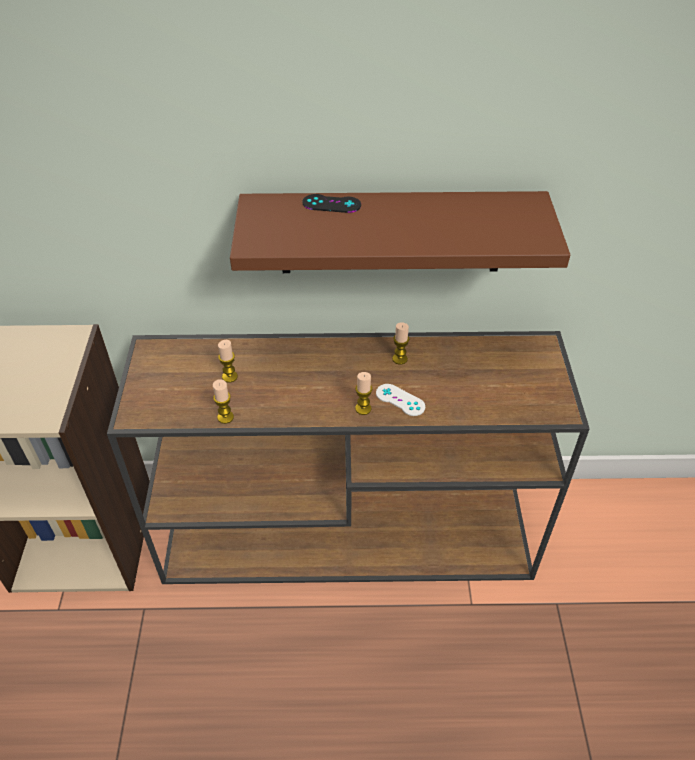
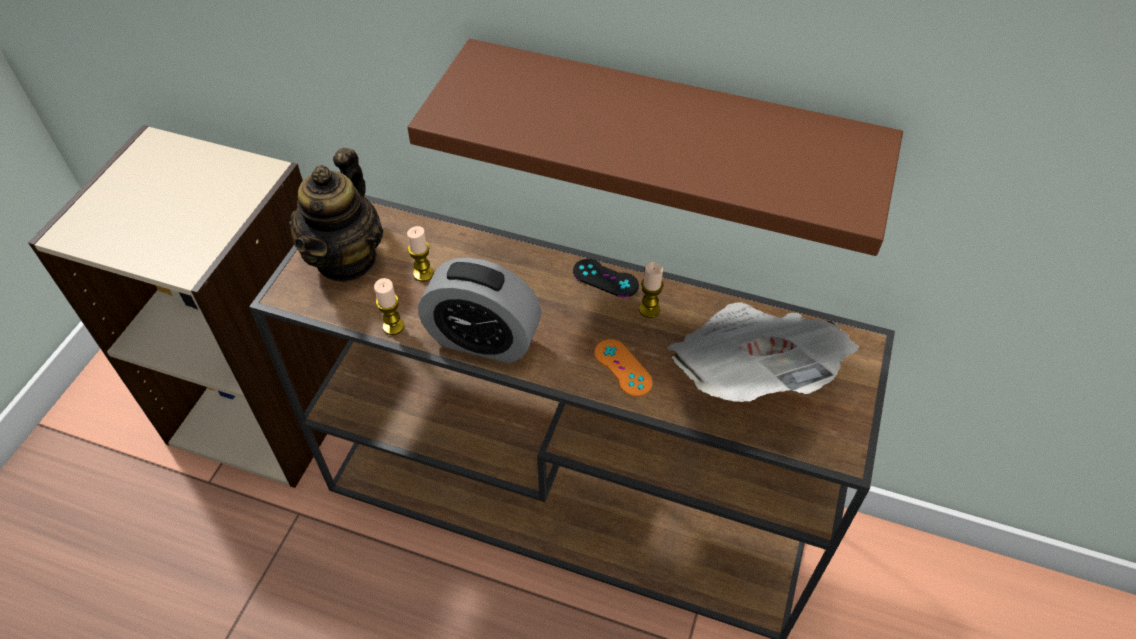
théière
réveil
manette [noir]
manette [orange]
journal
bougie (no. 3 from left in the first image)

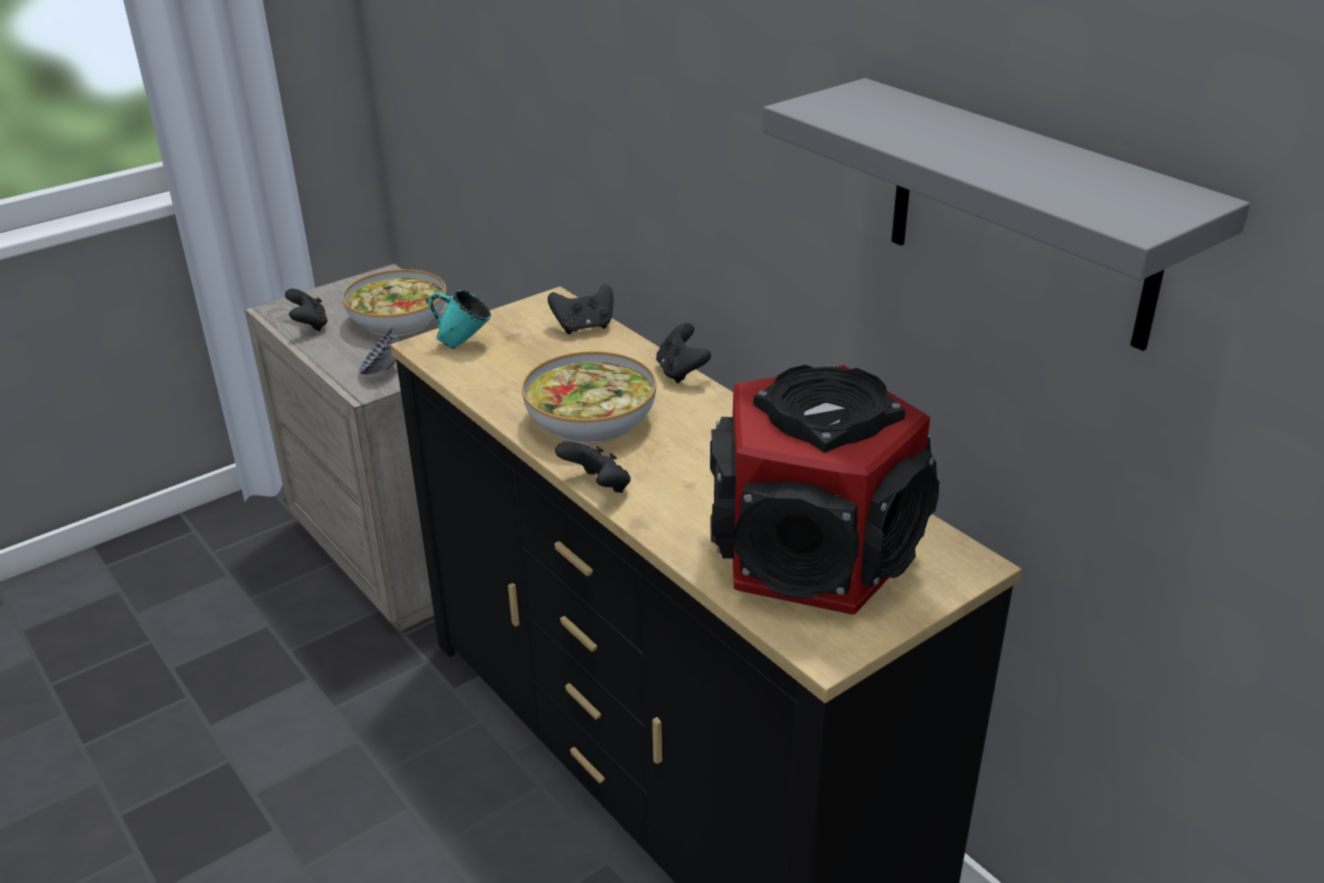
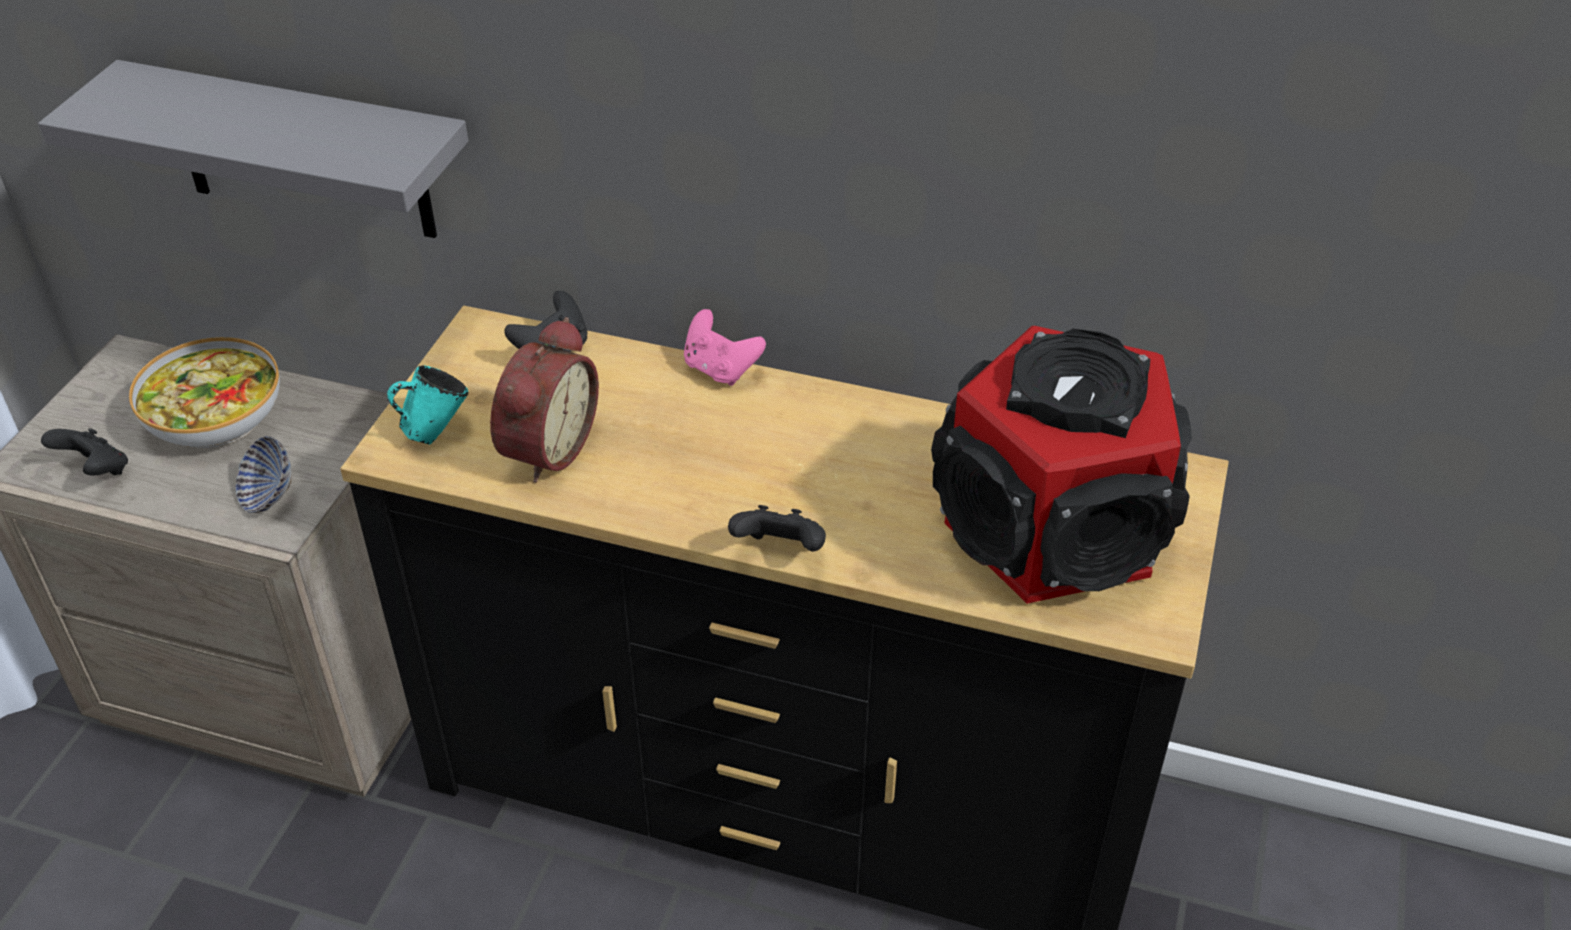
étagère [gris]
réveil
manette [rose]
bol (no. 3 from left in the first image)

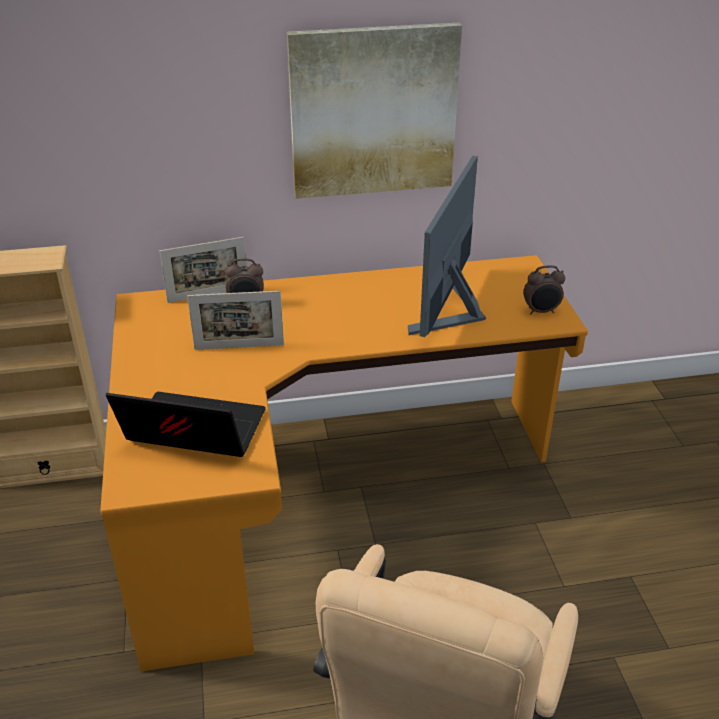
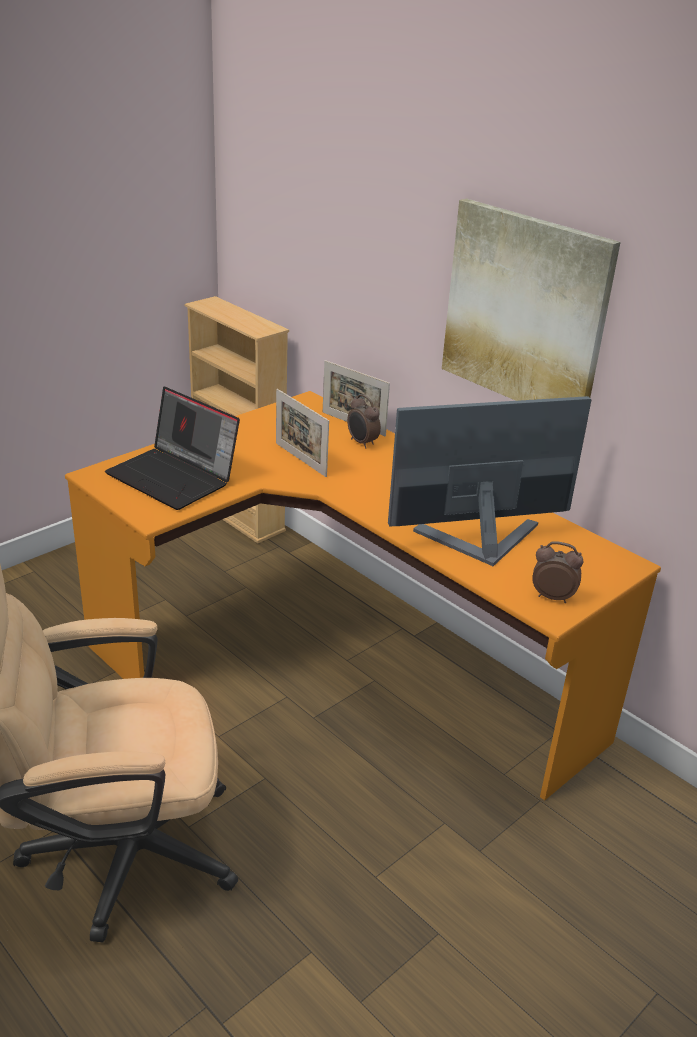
ordinateur portable
réveil (no. 2 from left)

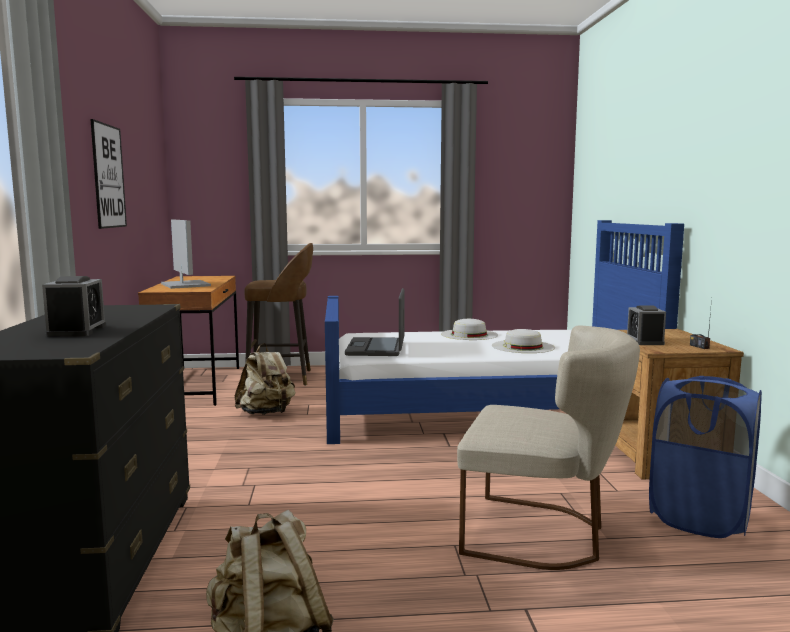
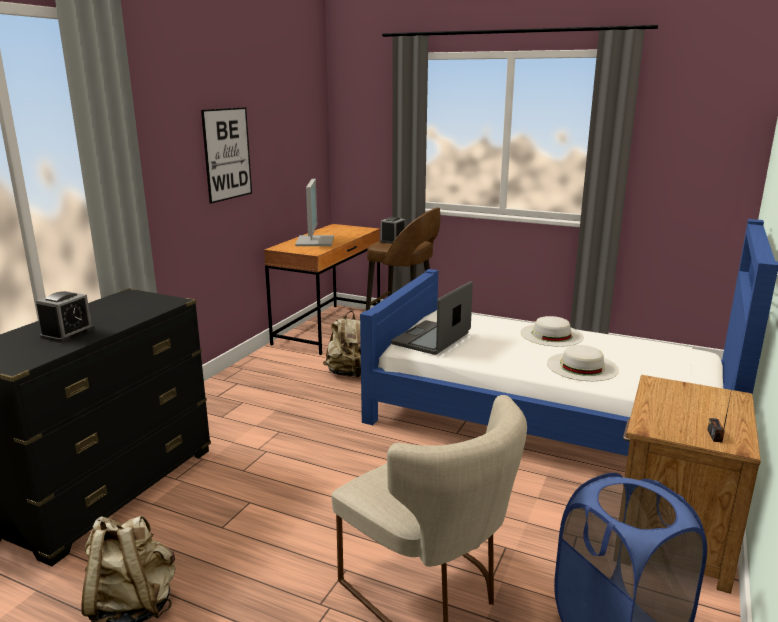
réveil (no. 2 from left)

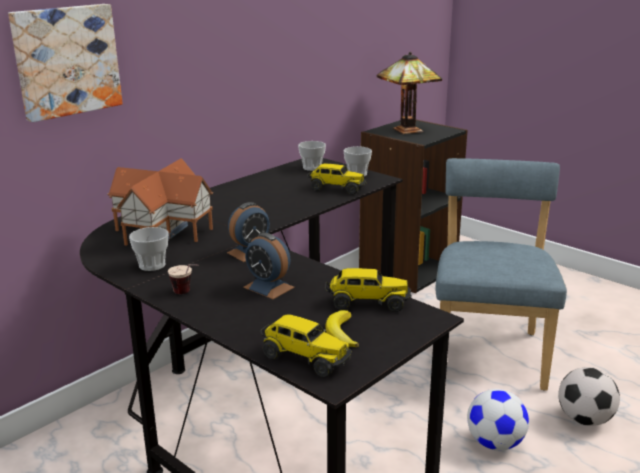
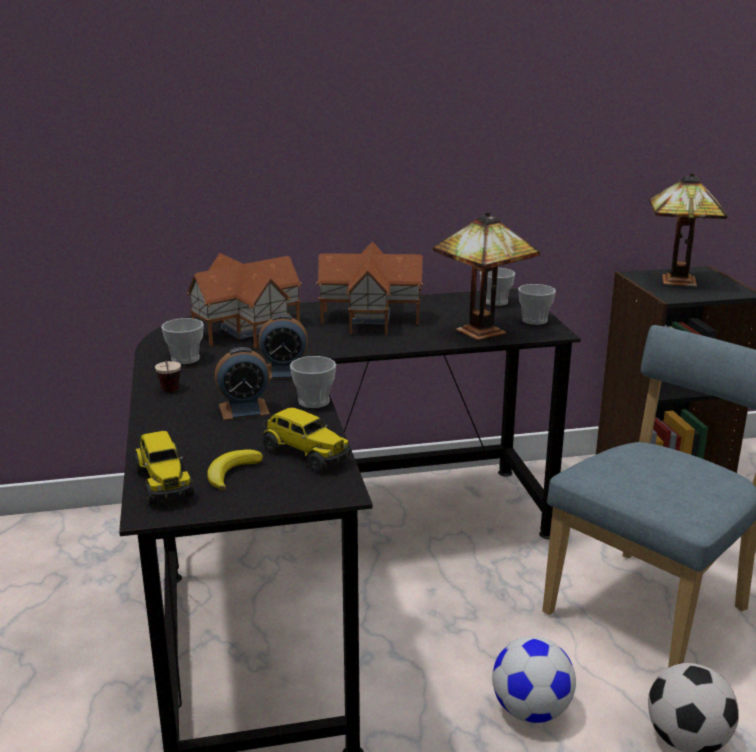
réveil (no. 1 from left)
tasse (no. 3 from left)
maison miniature (no. 2 from left)
lampe de table (no. 1 from left)
tableau

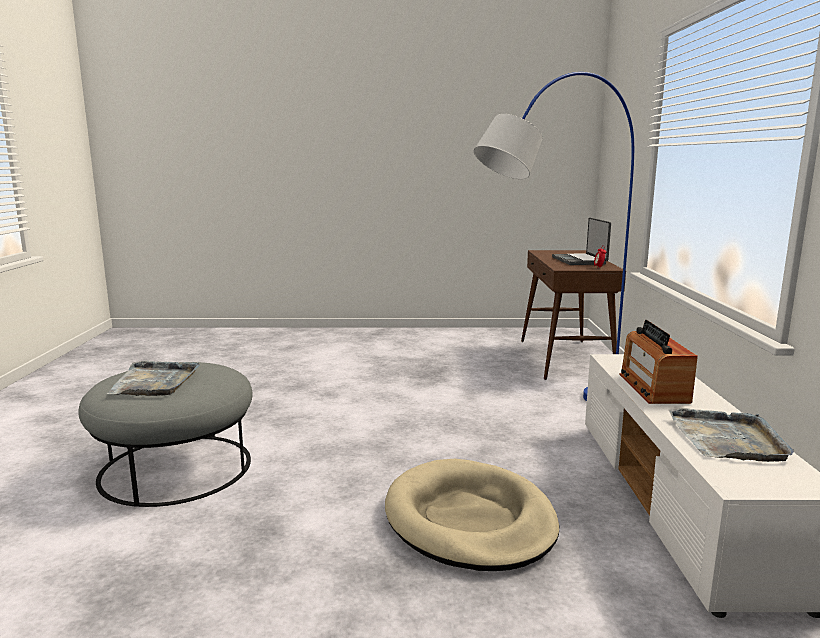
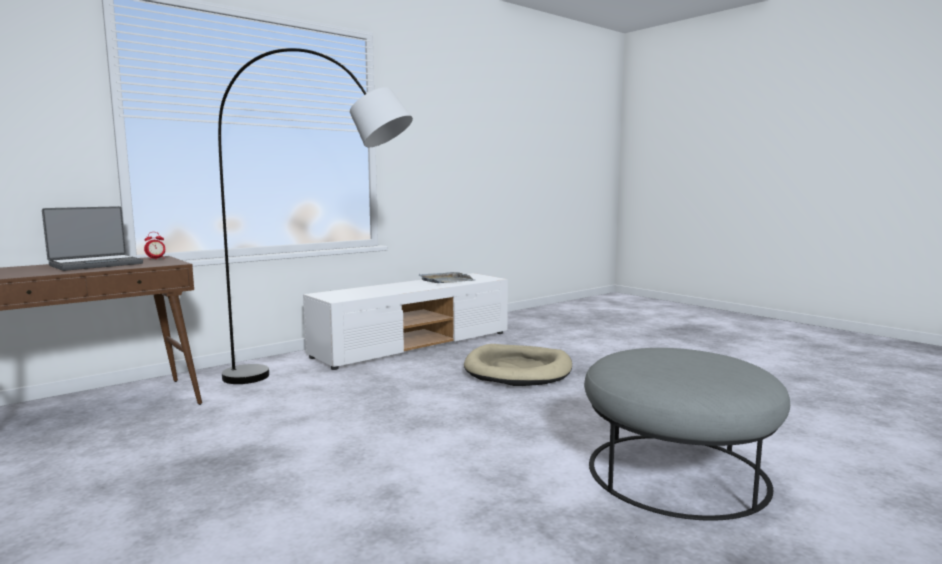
lampadaire [gris]
plateau [gris] (no. 1 from left in the first image)
radio

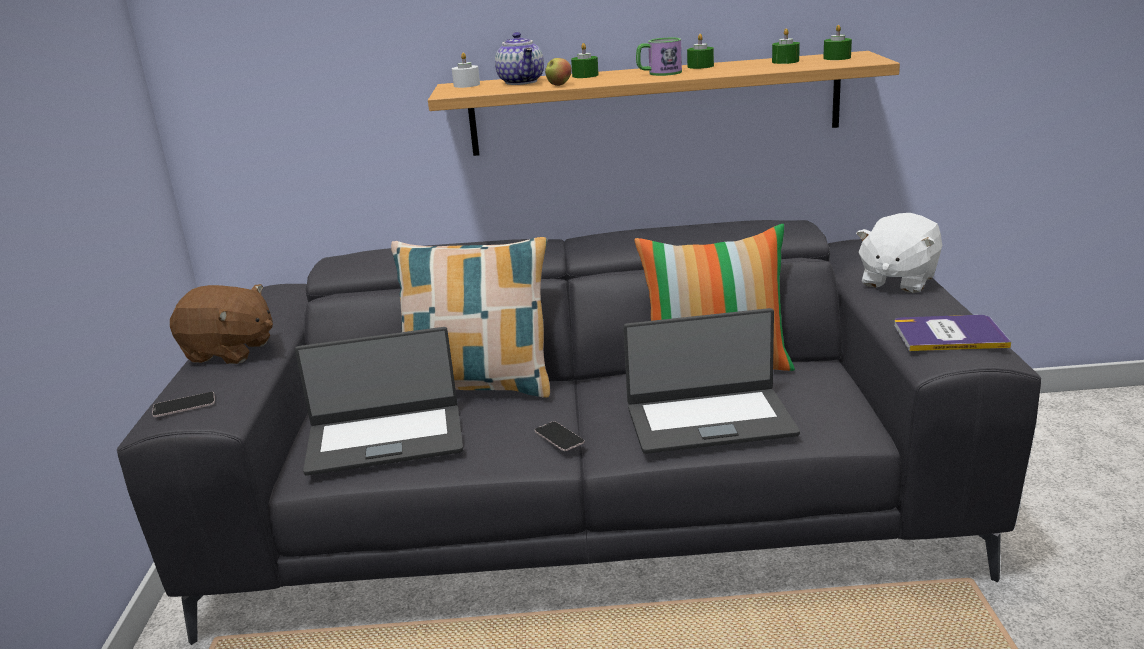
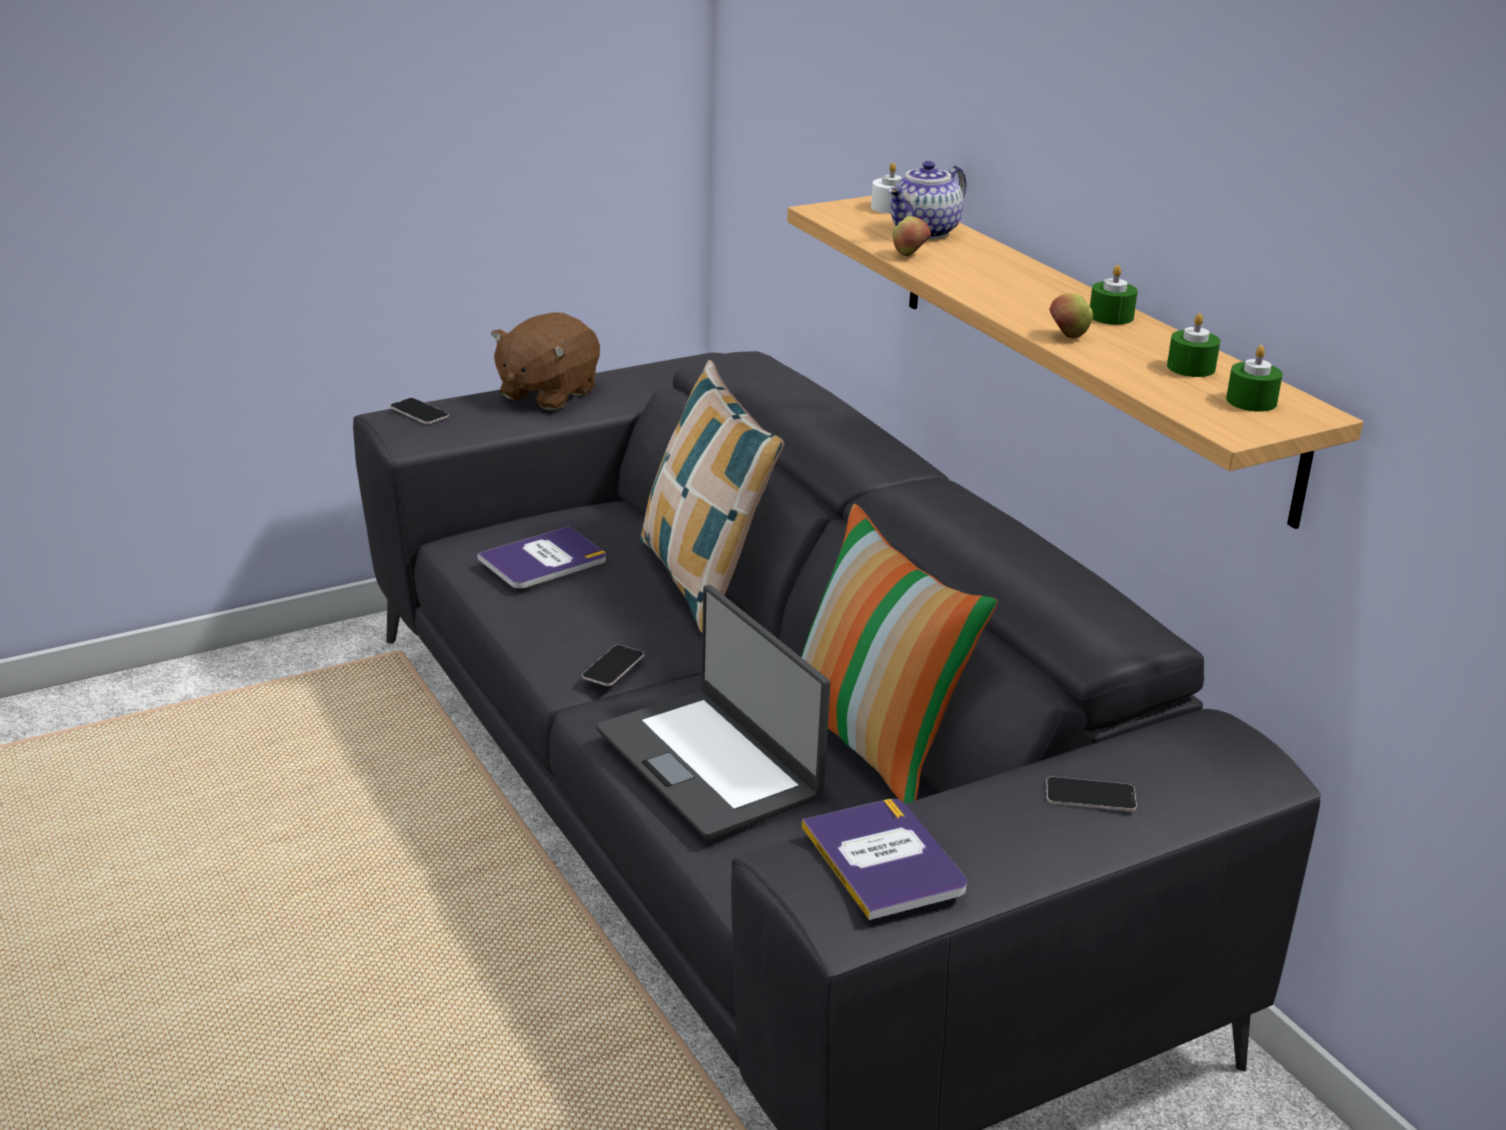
livre (no. 1 from left)
peluche [marron]
téléphone (no. 3 from left)
pomme (no. 2 from left)
bougie [vert] (no. 1 from left in the first image)
mug

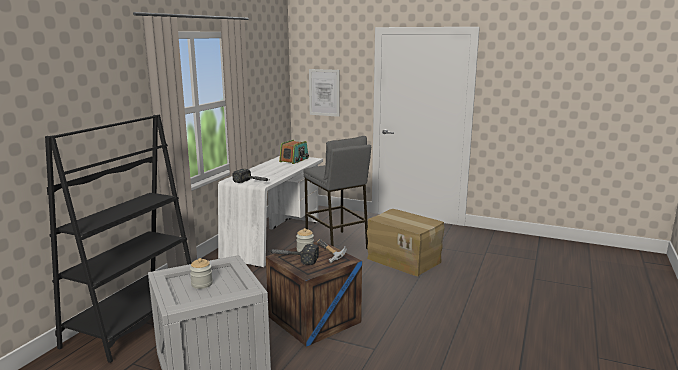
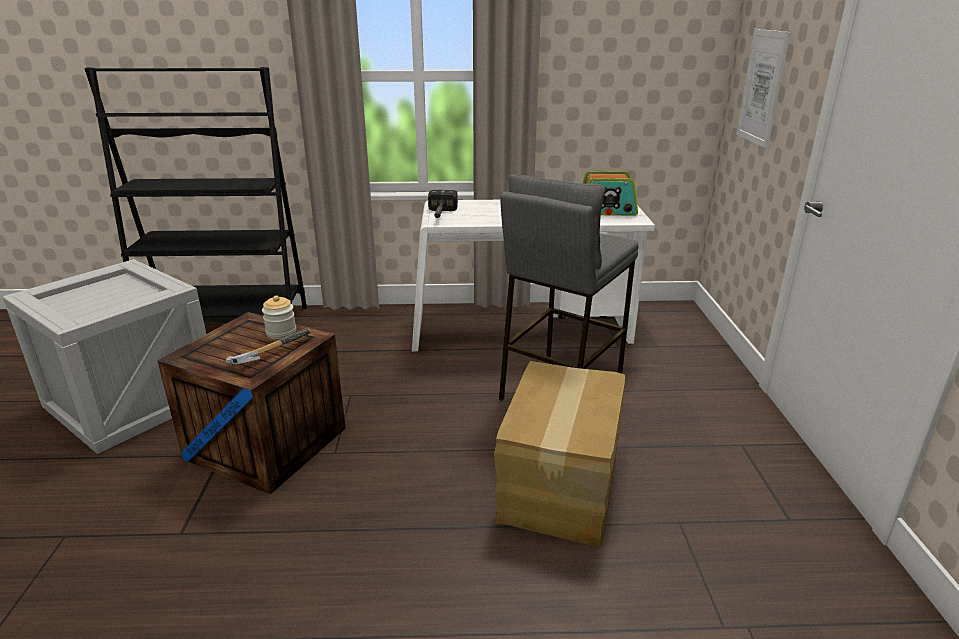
bocal (no. 1 from left in the first image)
marteau (no. 2 from left in the first image)

